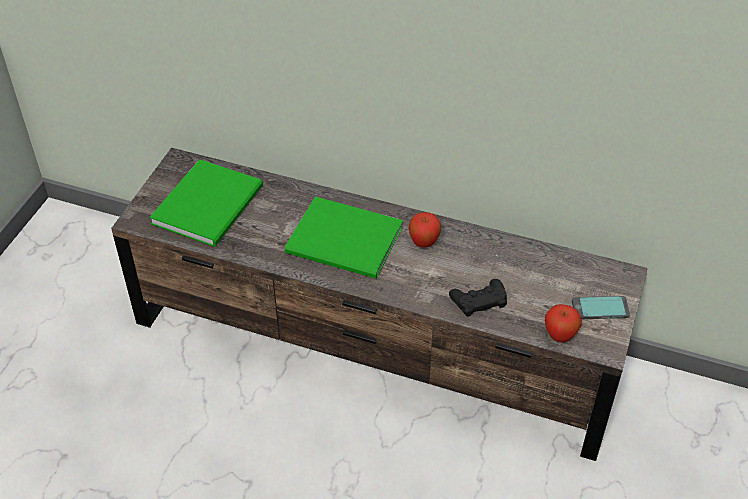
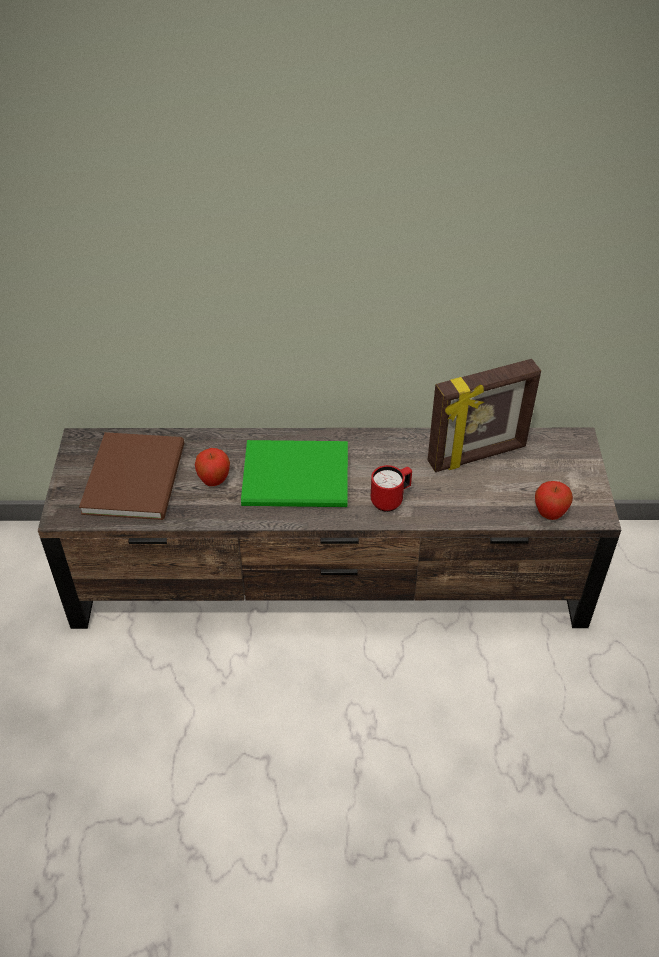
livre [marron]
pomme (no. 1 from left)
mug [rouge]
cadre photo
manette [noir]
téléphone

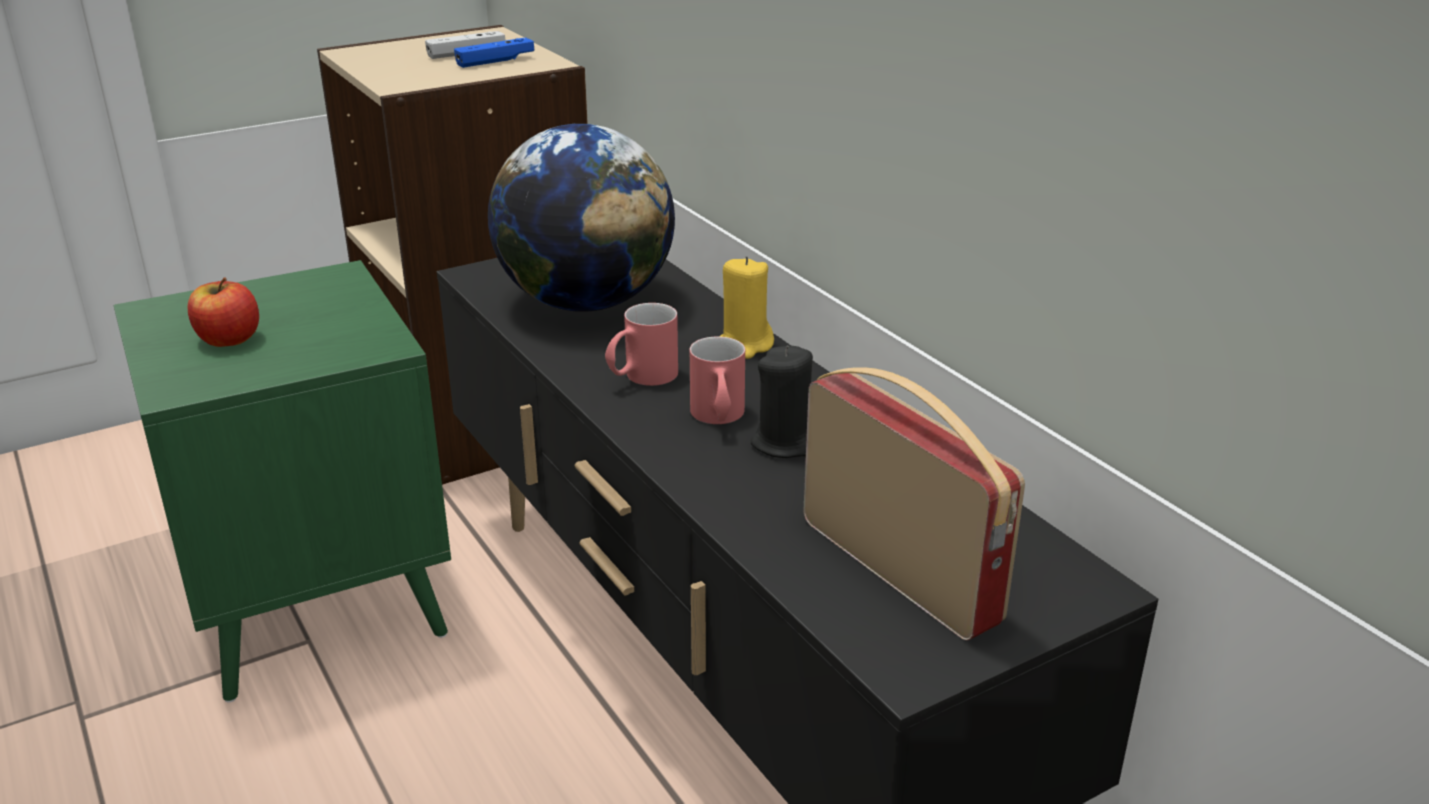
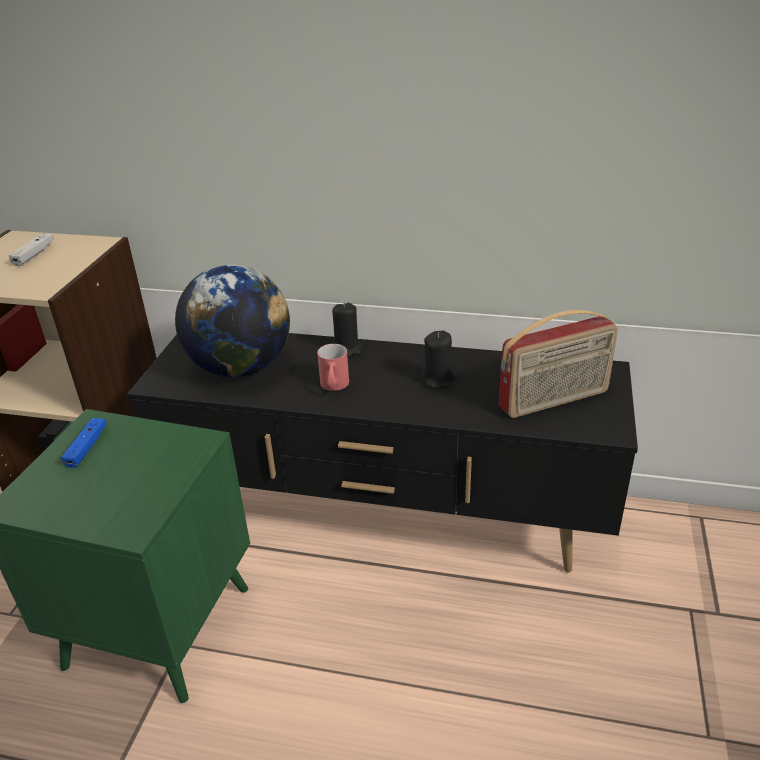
manette [bleu]
bougie [noir] (no. 1 from left)
radio
pomme
mug [rouge] (no. 2 from left in the first image)

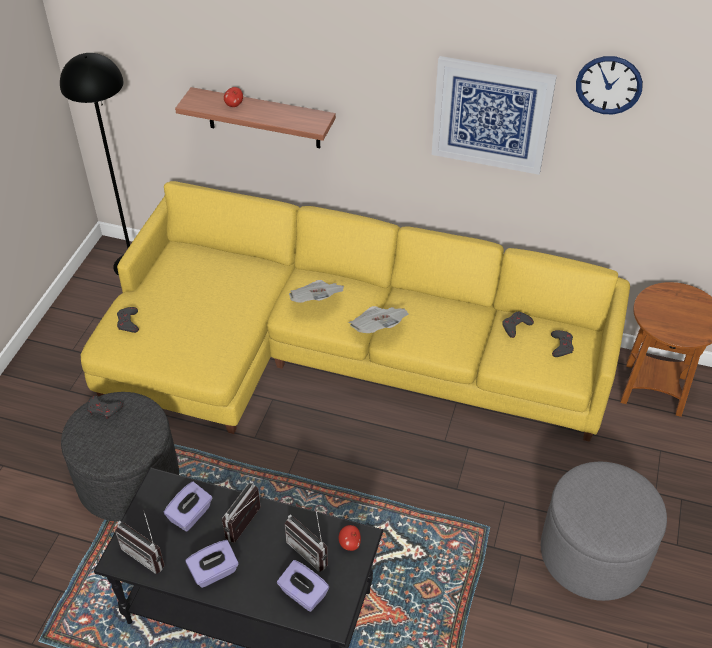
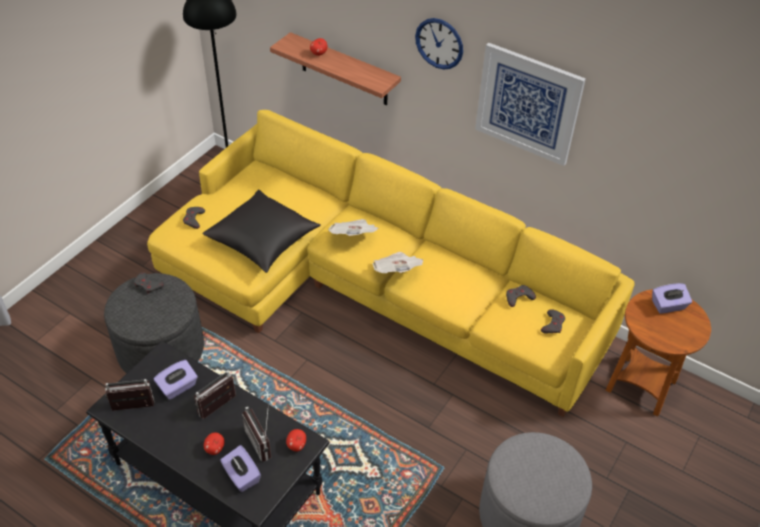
radio (no. 1 from left)
coussin [noir]
pomme (no. 1 from left)
horloge murale
boîte à mouchoirs [violet] (no. 3 from left)

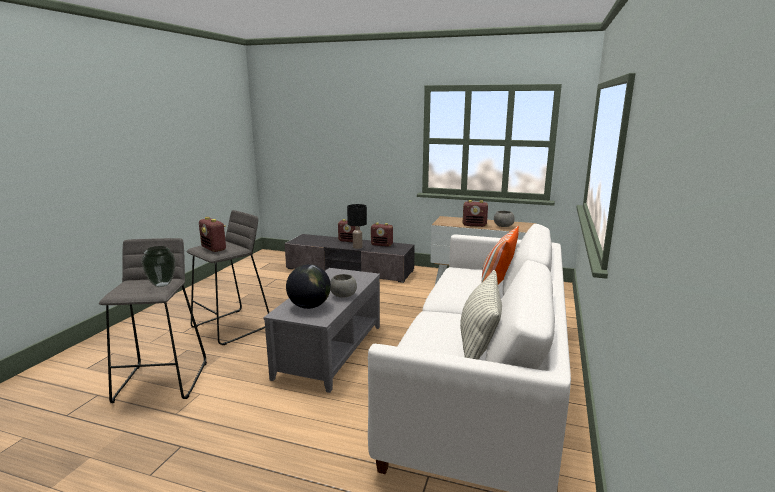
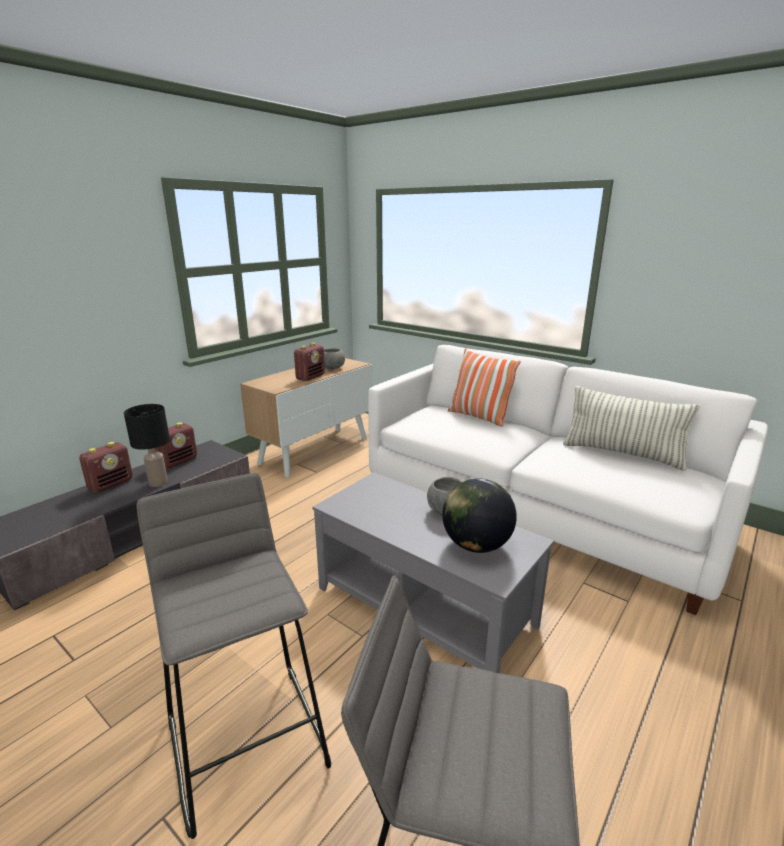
vase
radio (no. 1 from left in the first image)

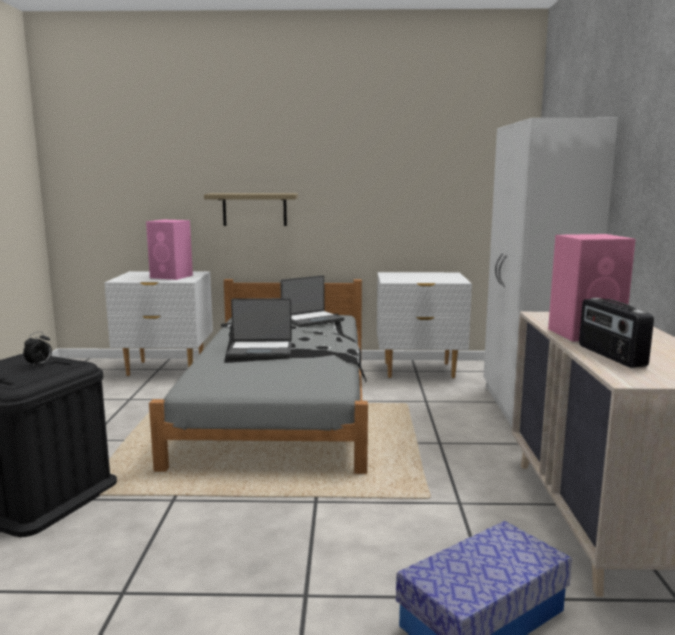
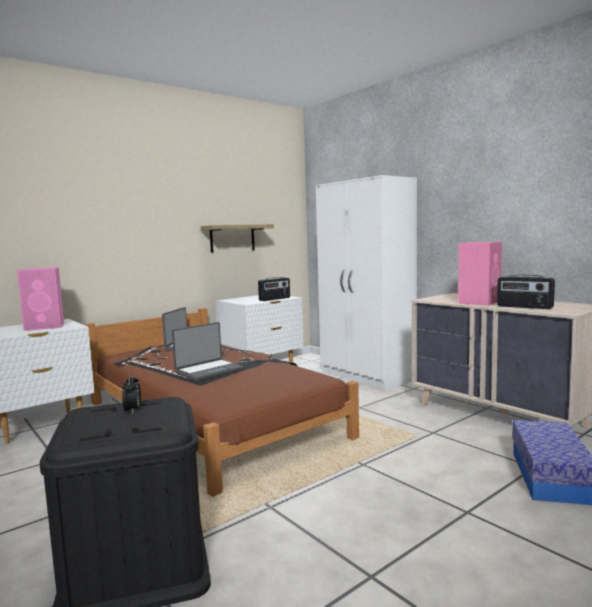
lit [marron]
étagère
radio (no. 1 from left)

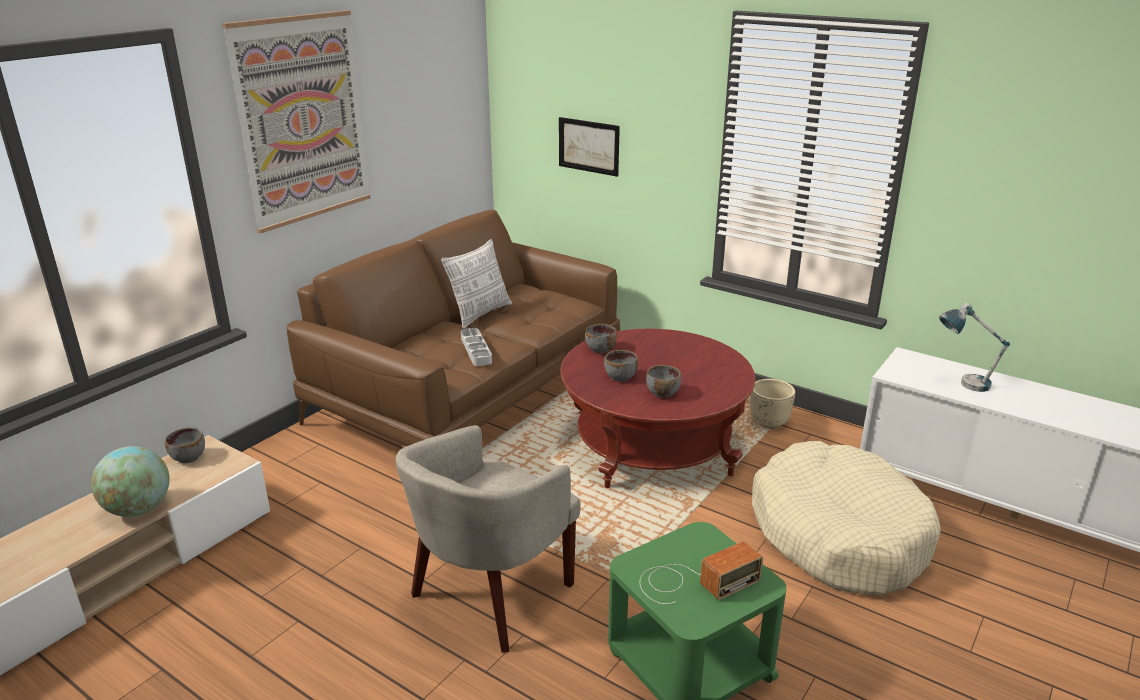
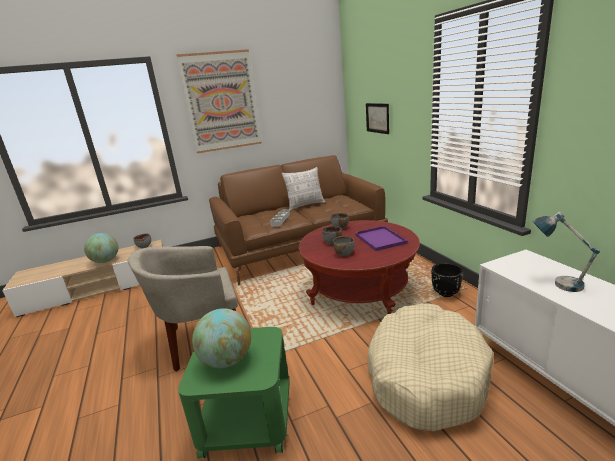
globe (no. 2 from left)
plateau [violet]
cache-pot [noir]

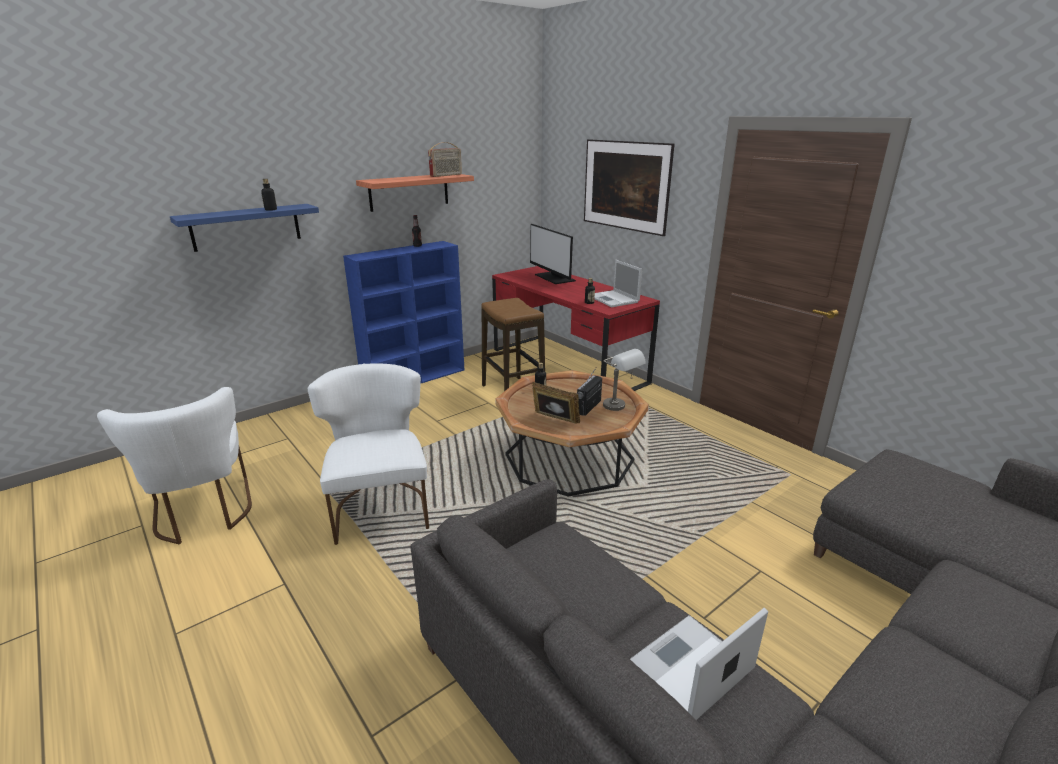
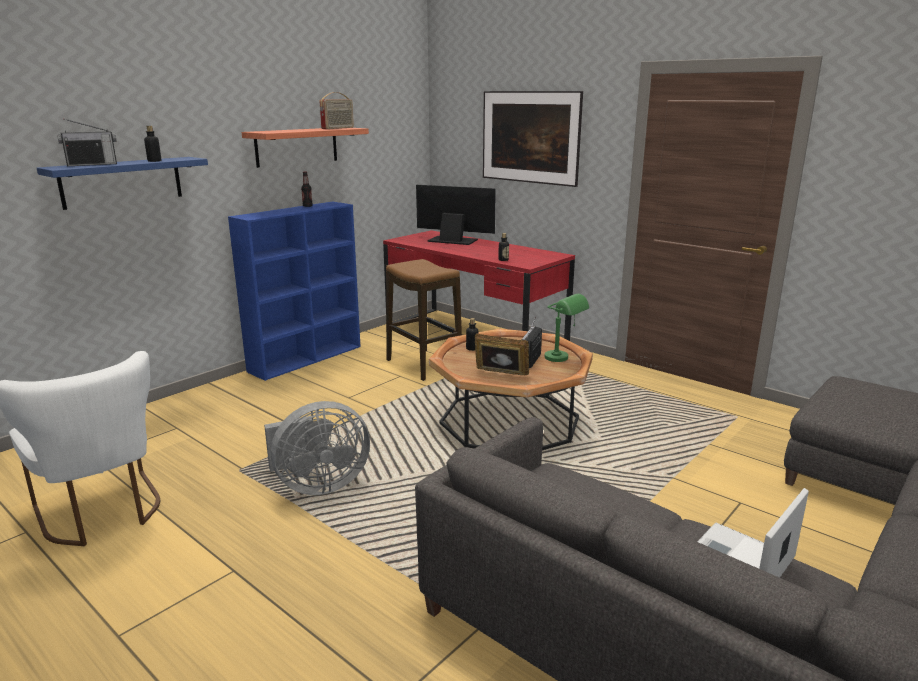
radio (no. 1 from left)
ventilateur [gris]
écran d'ordinateur
lampe de table [vert]
ordinateur portable (no. 1 from left in the first image)

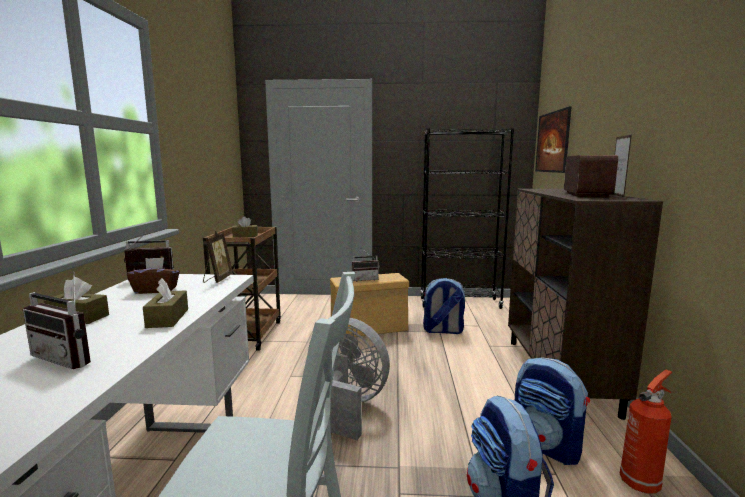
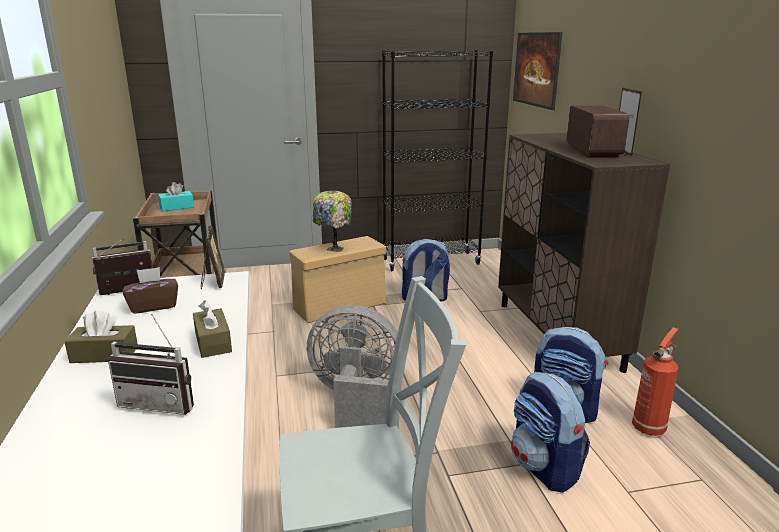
boîte à mouchoirs [turquoise]
lampe de table

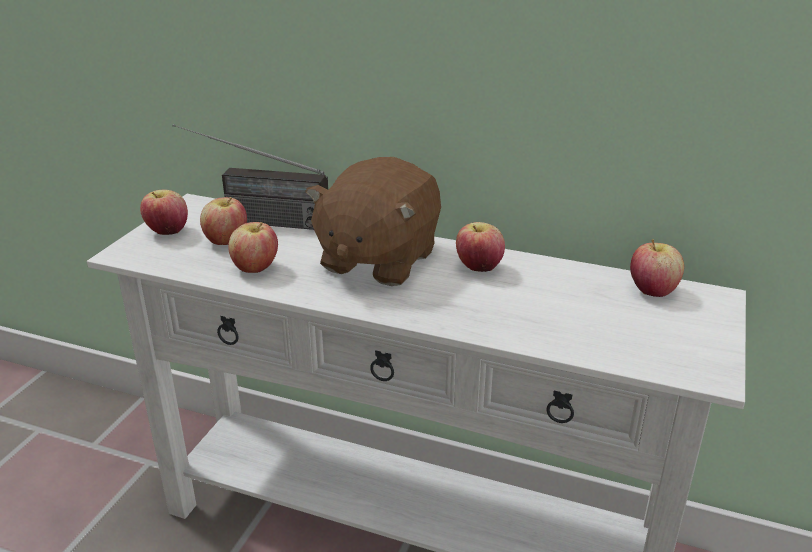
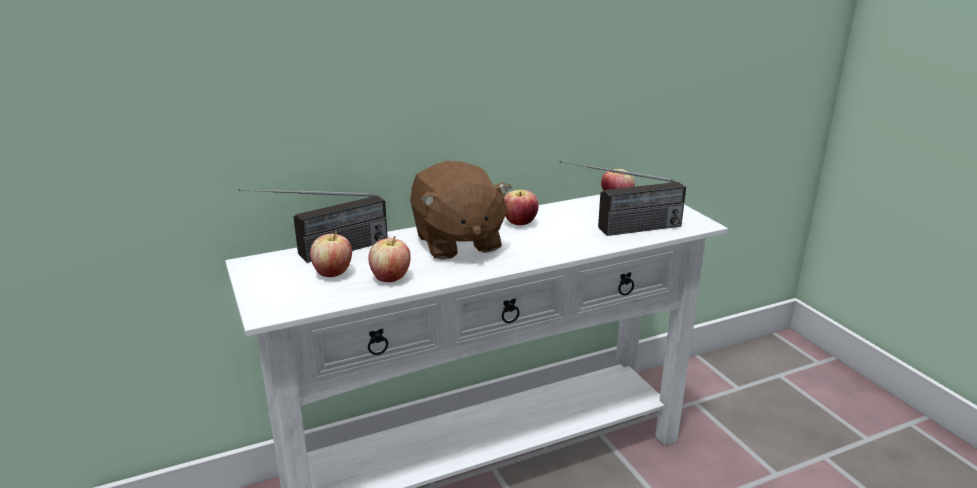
radio (no. 2 from left)
pomme (no. 1 from left in the first image)

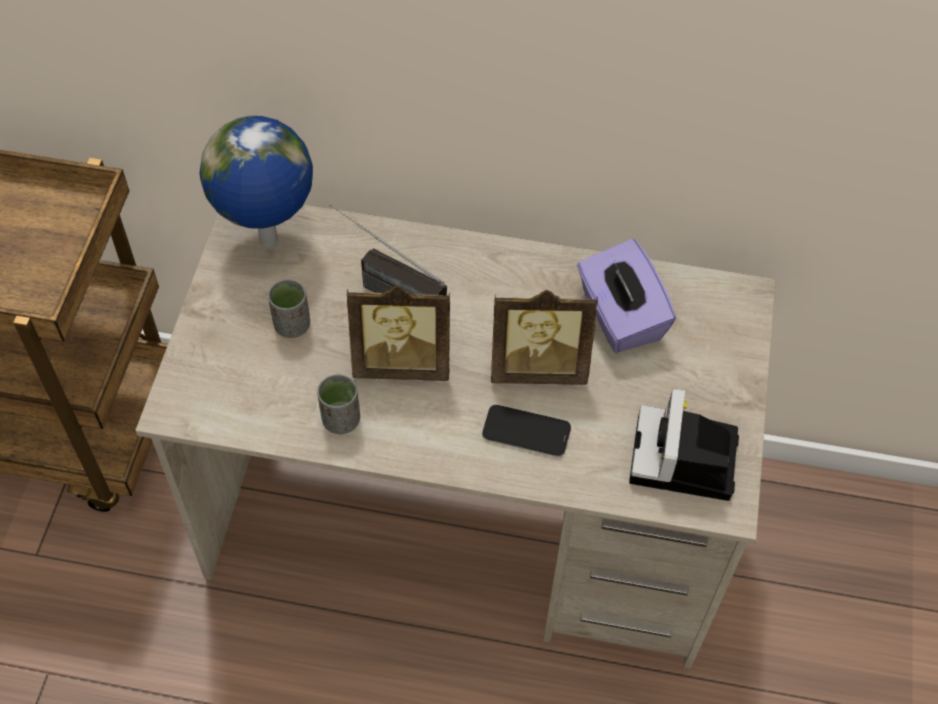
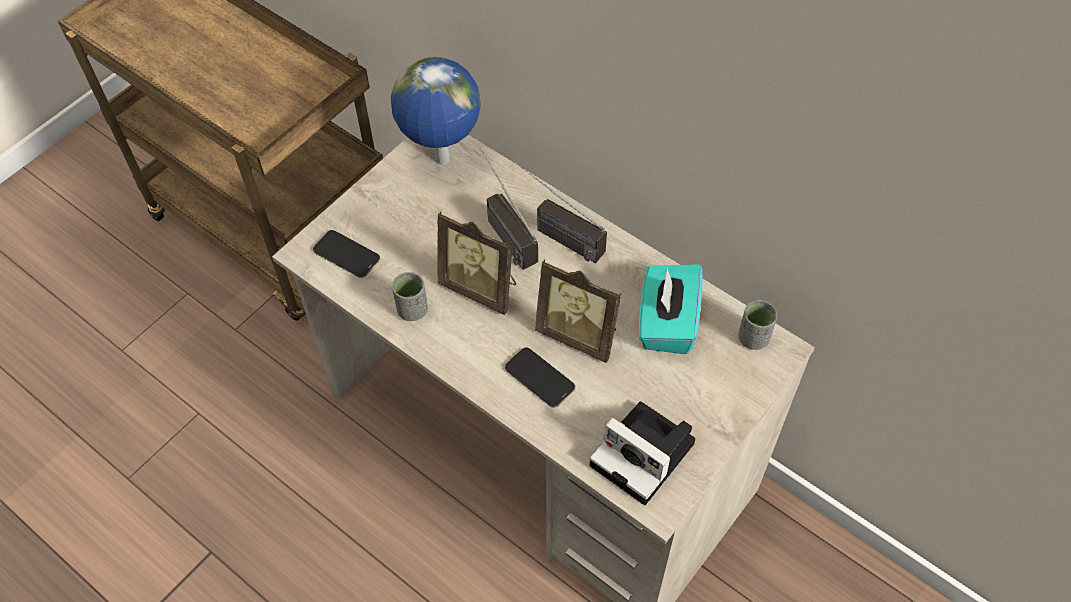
téléphone (no. 1 from left)
radio (no. 2 from left)
appareil photo
boîte à mouchoirs [turquoise]
tasse [gris] (no. 2 from left)

